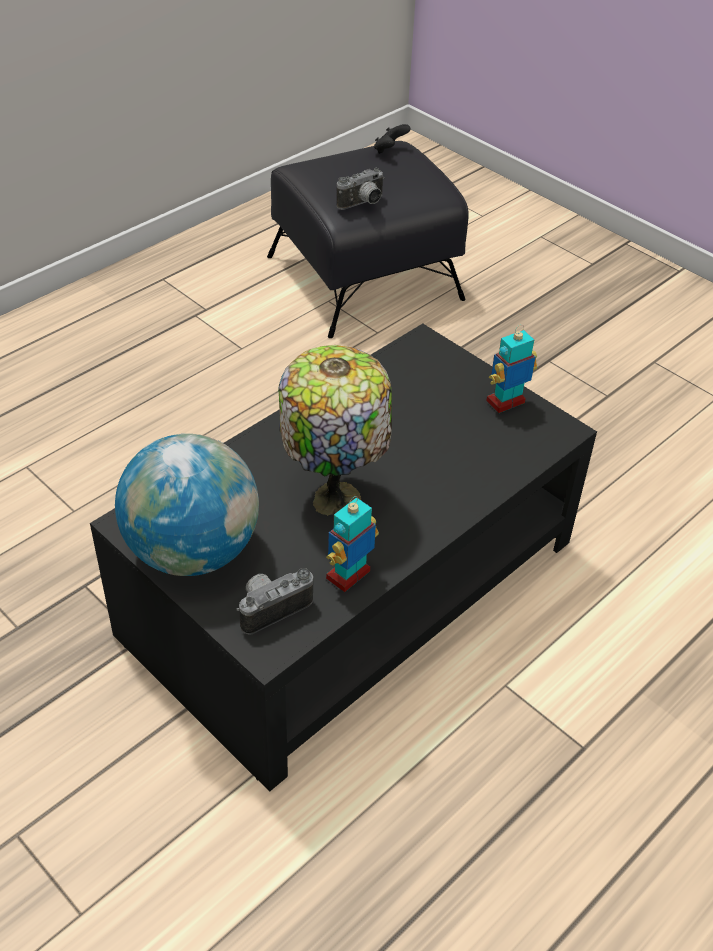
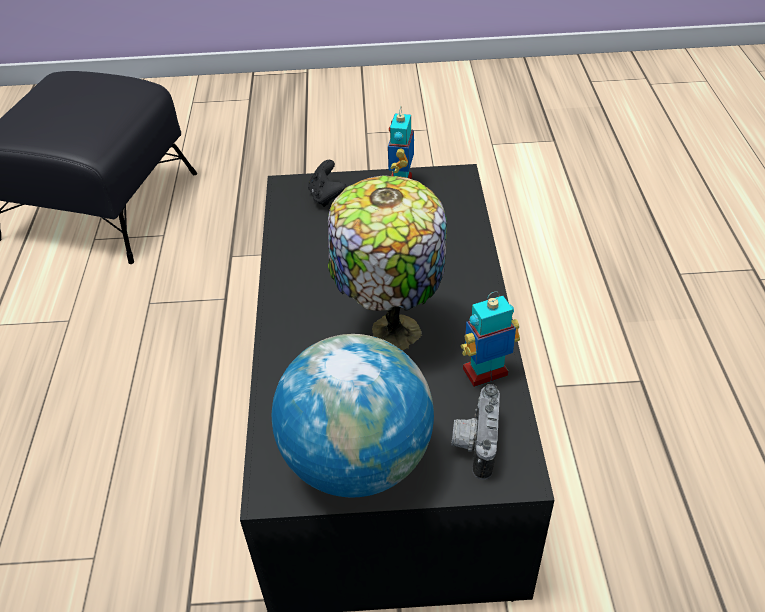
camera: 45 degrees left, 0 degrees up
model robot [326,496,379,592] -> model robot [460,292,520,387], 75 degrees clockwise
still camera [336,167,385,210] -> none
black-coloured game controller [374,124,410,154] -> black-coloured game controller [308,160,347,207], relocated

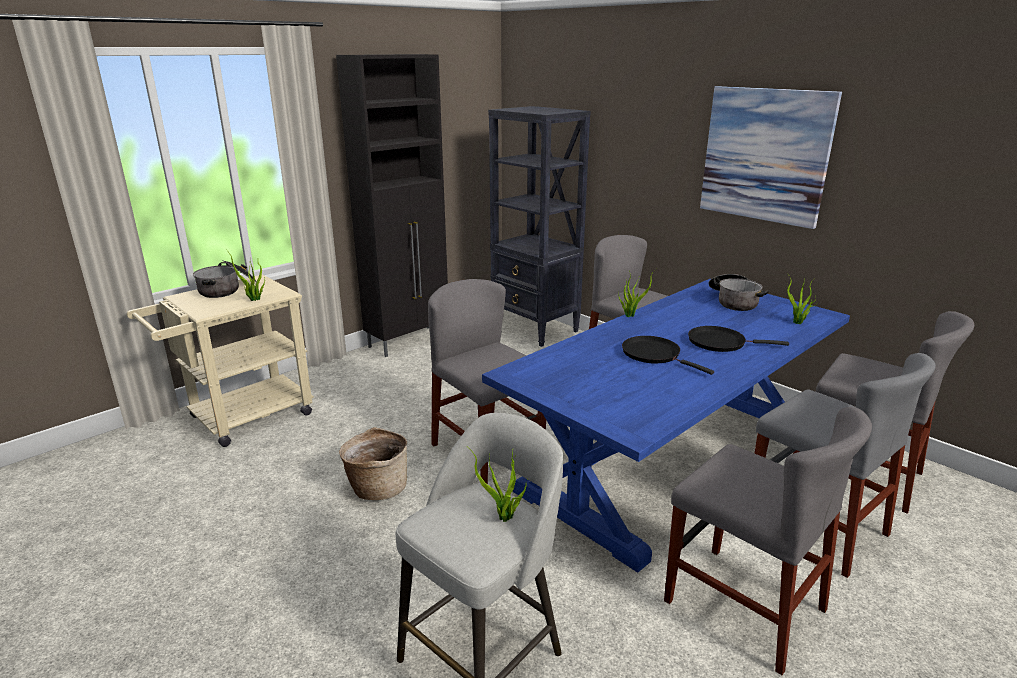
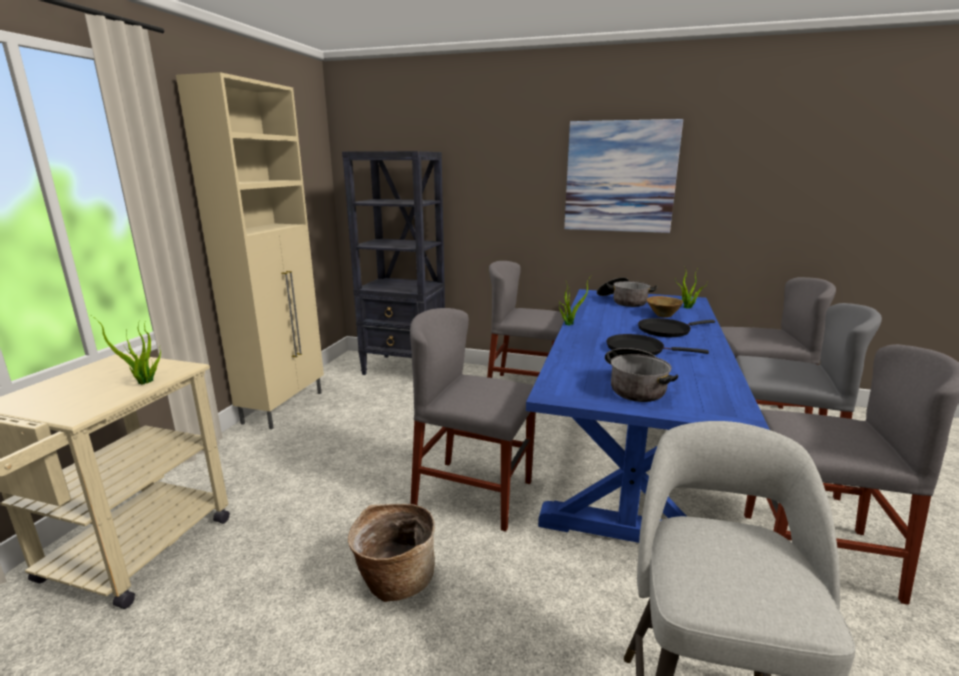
camera: 30 degrees left, 5 degrees down
saucepot [193,260,257,298] -> saucepot [605,348,678,402], relocated
black-coloured cupboard [336,54,448,357] -> beige-coloured cupboard [176,72,324,429]
houseplant [472,450,527,522] -> none
none -> brown-coloured deep dish [647,296,683,318]

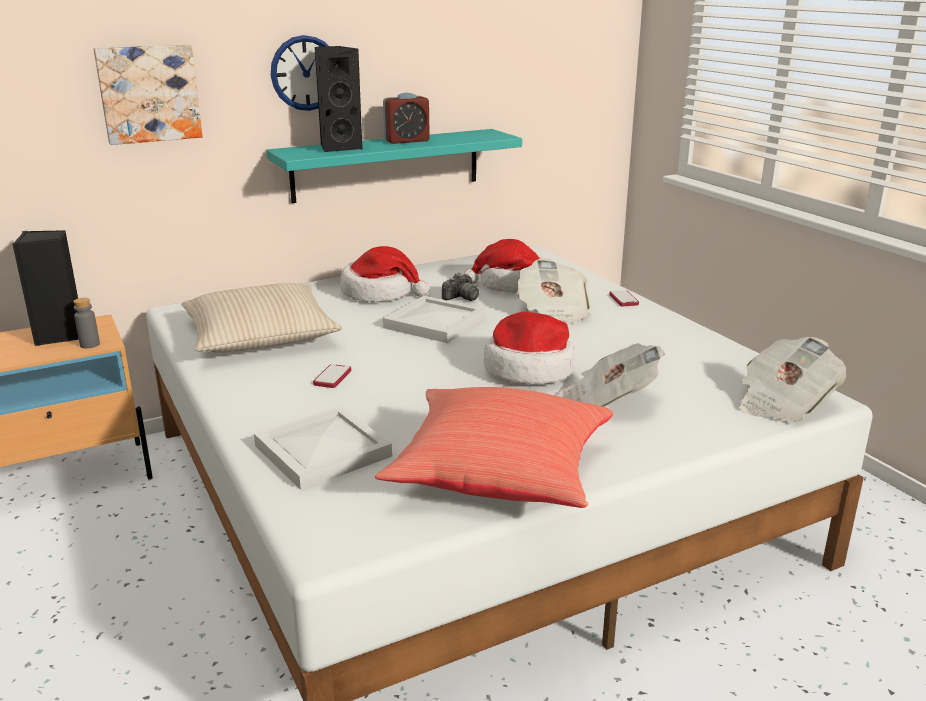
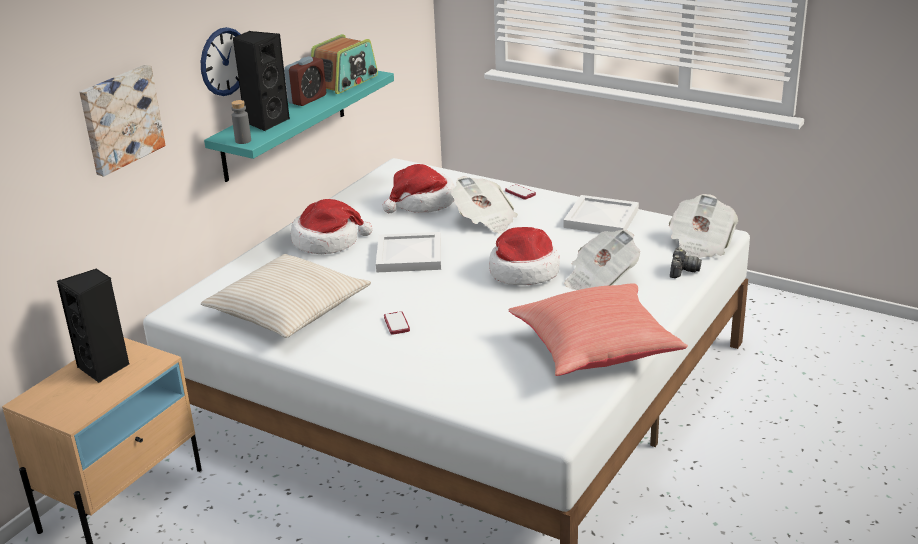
camera: 30 degrees left, 5 degrees up
grey beverage bottle [73,298,100,348] -> grey beverage bottle [231,100,251,144], relocated
white carrying tray [254,406,392,490] -> white carrying tray [563,195,639,233], relocated
still camera [442,273,479,301] -> still camera [670,247,702,278], relocated
none -> radio set [311,34,378,94]

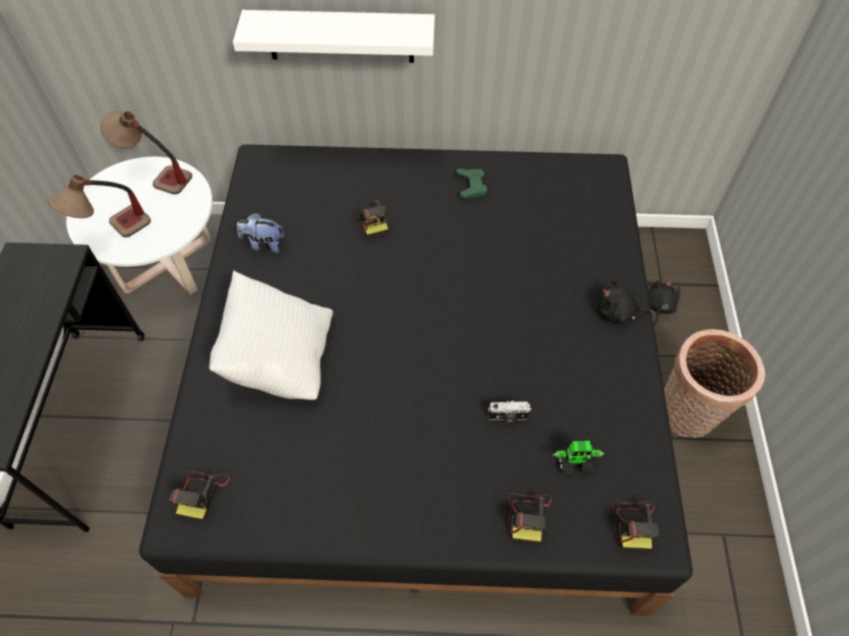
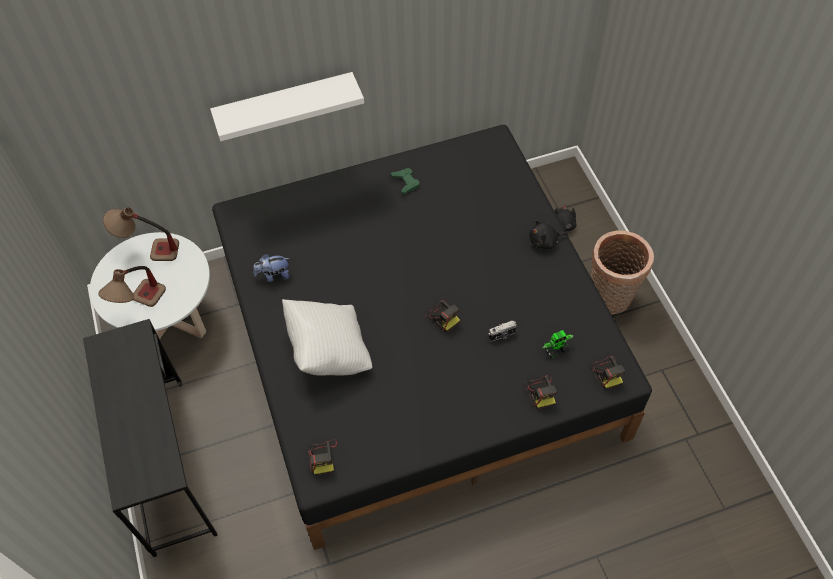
camera: 20 degrees left, 0 degrees up
still camera [354,200,388,237] -> still camera [425,299,460,332], relocated

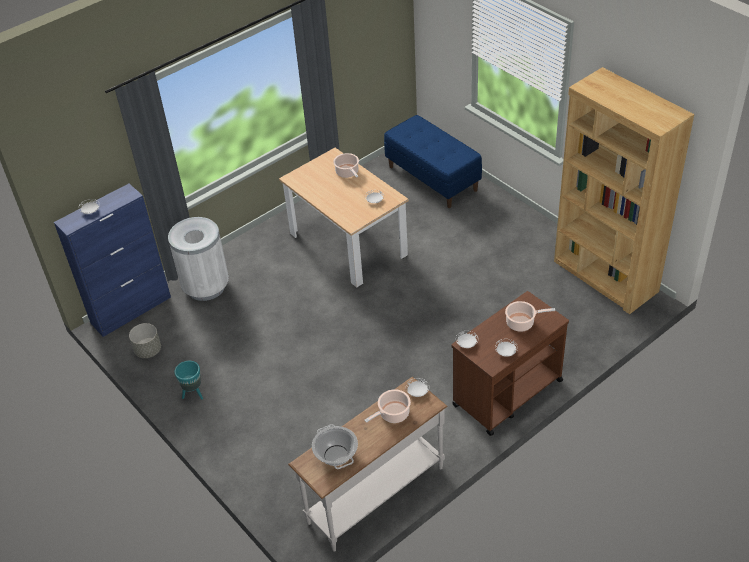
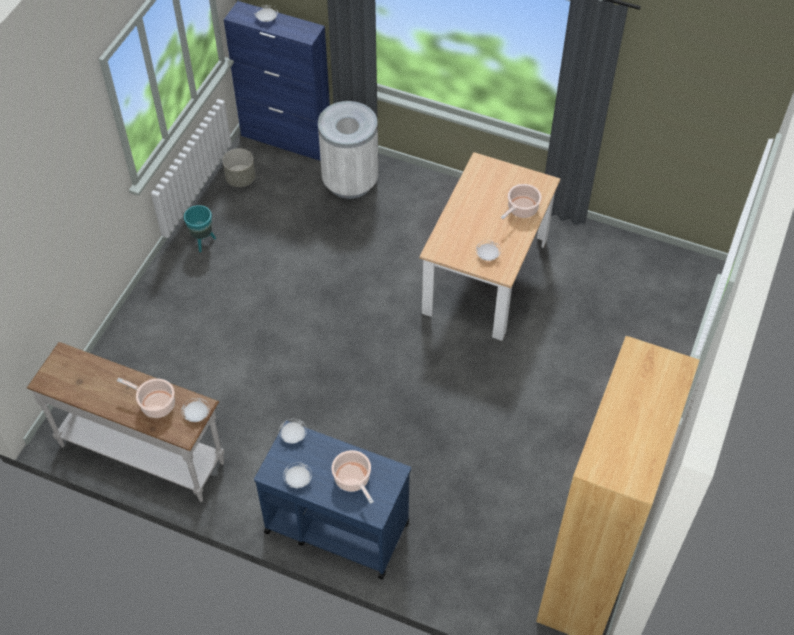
camera: 60 degrees right, 10 degrees up
saucepot [312,424,358,469] -> none
blue indoor bench [384,115,482,208] -> none
brown-coloured wheeled cart [452,291,569,436] -> blue wheeled cart [254,421,411,579]

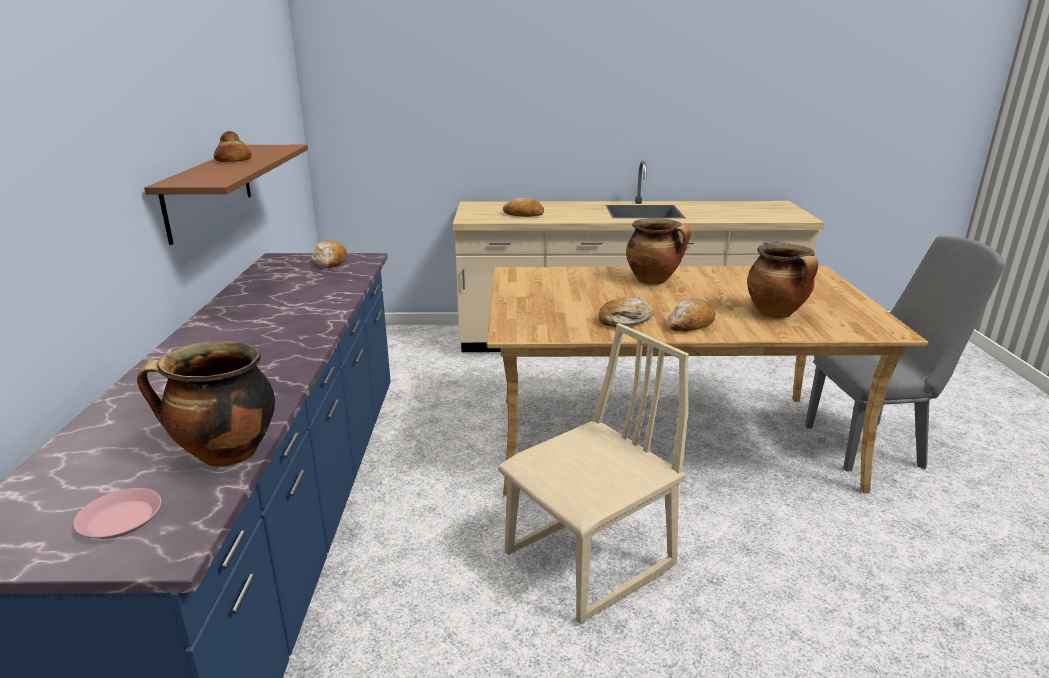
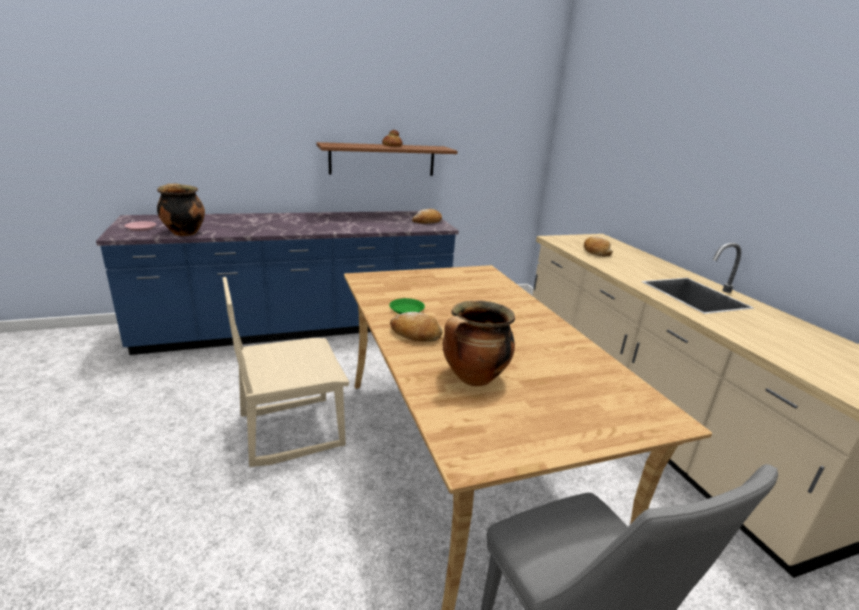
camera: 70 degrees right, 0 degrees up
beige-coloured plain chair [498,323,689,625] -> beige-coloured plain chair [222,277,349,467], 120 degrees clockwise
bread [598,298,654,327] -> green-coloured flat dish [389,298,425,314]
saucepot [626,218,691,285] -> none

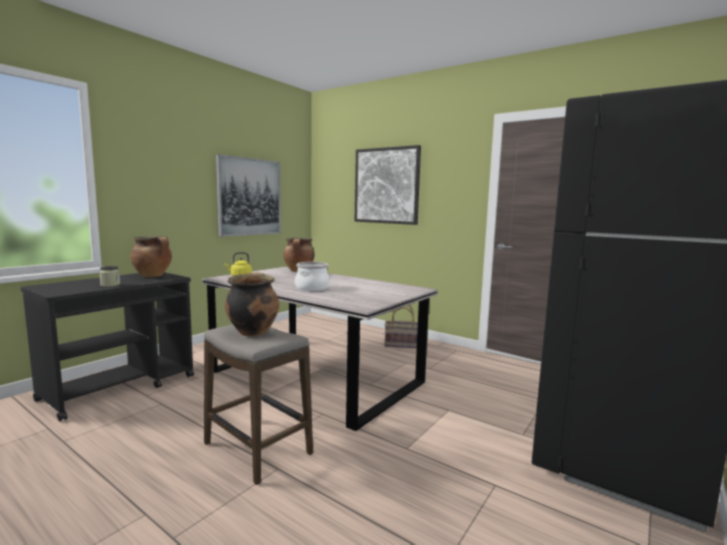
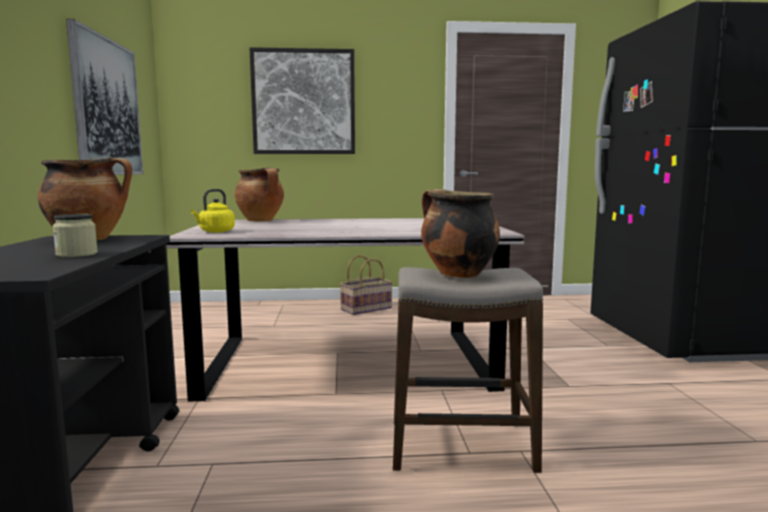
camera: 40 degrees left, 0 degrees up
saucepot [295,262,330,291] -> none

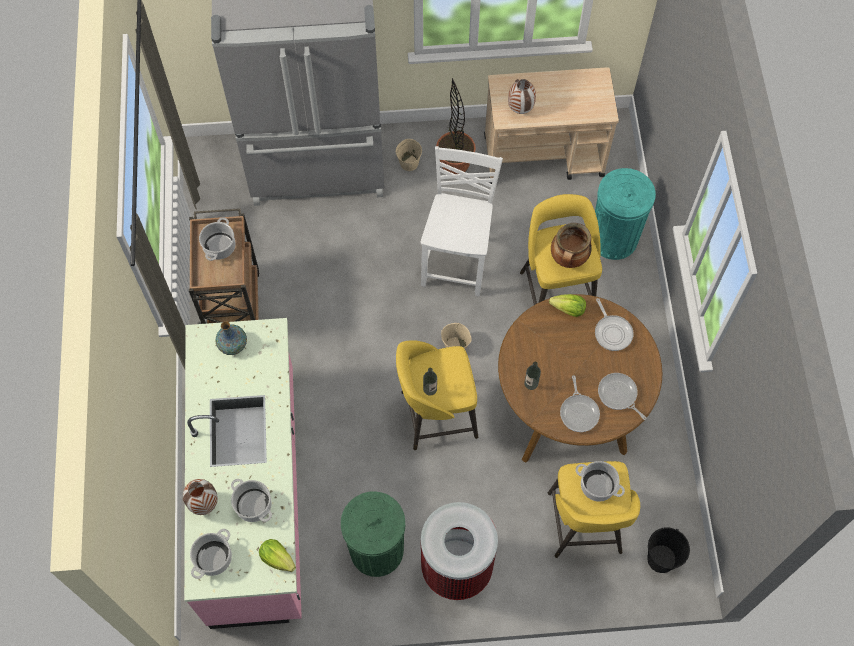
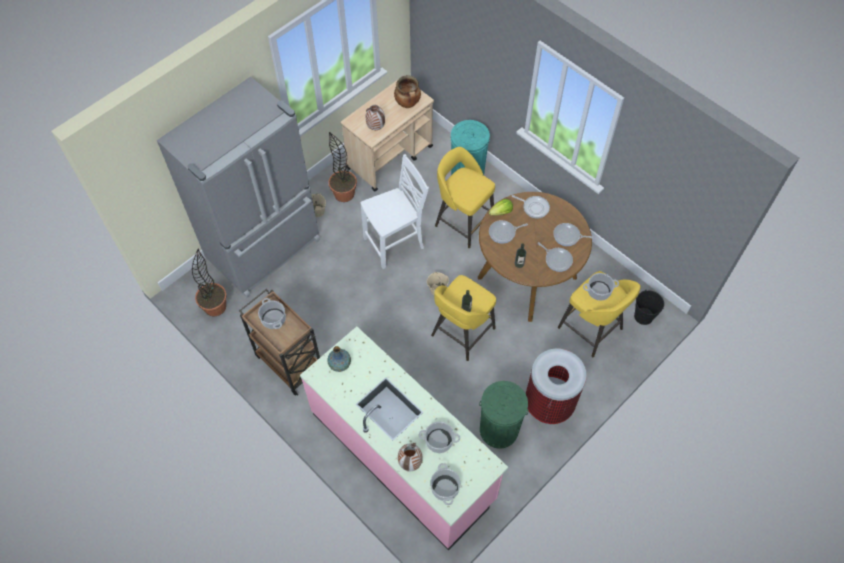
camera: 40 degrees left, 5 degrees down
lettuce [259,539,296,572] -> none
white plain chair [421,146,503,297] -> white plain chair [361,154,429,269], 90 degrees clockwise
saucepot [551,223,592,268] -> saucepot [394,75,421,108], relocated
none -> houseplant [192,249,226,316]
none -> frying pan [489,220,528,244]

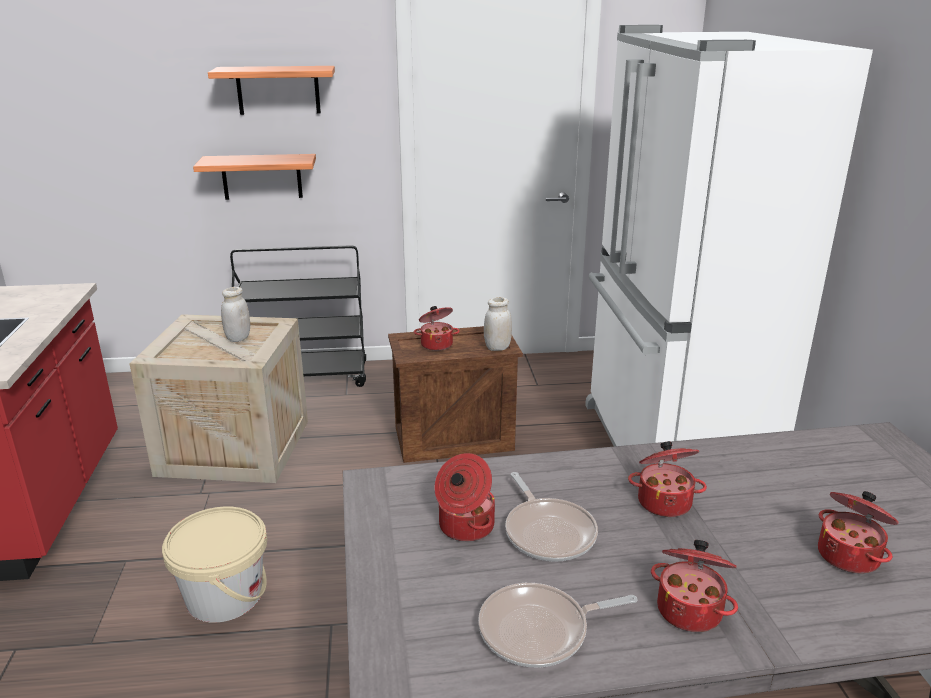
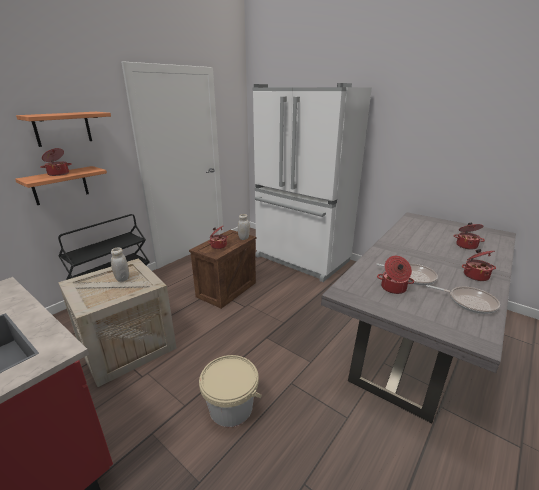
camera: 45 degrees left, 0 degrees up
frying pan [478,583,638,668] -> frying pan [426,285,500,314], 90 degrees counterclockwise
saucepot [628,441,707,517] -> saucepot [40,148,72,176], relocated

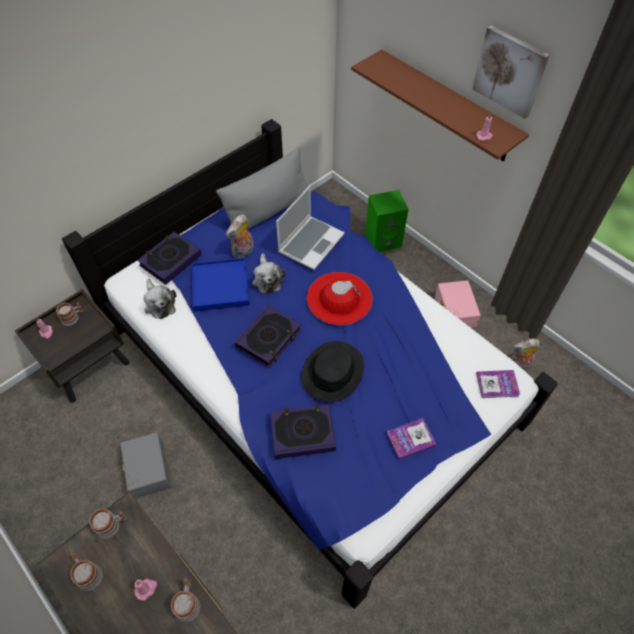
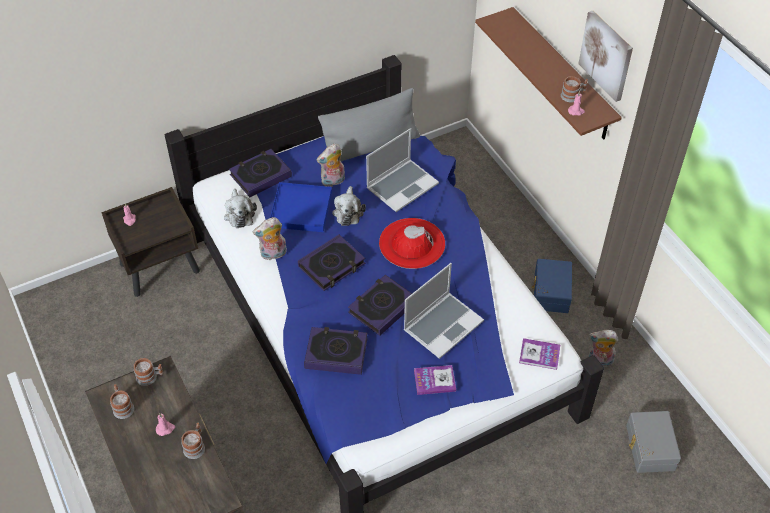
camera: 15 degrees right, 5 degrees down
coffee mug [56,303,83,326] -> coffee mug [561,76,588,102], relocated
grey storage box [120,432,171,499] -> grey storage box [626,411,681,473], relocated
black-coloured hat [302,341,364,402] -> volume [348,275,412,336]
green-coloured audio speaker [365,190,409,252] -> none
pinkish storage box [435,280,480,328] -> blue storage box [532,259,572,313]
none -> cuddly toy [253,217,287,260]
none -> notebook computer [404,263,484,359]

